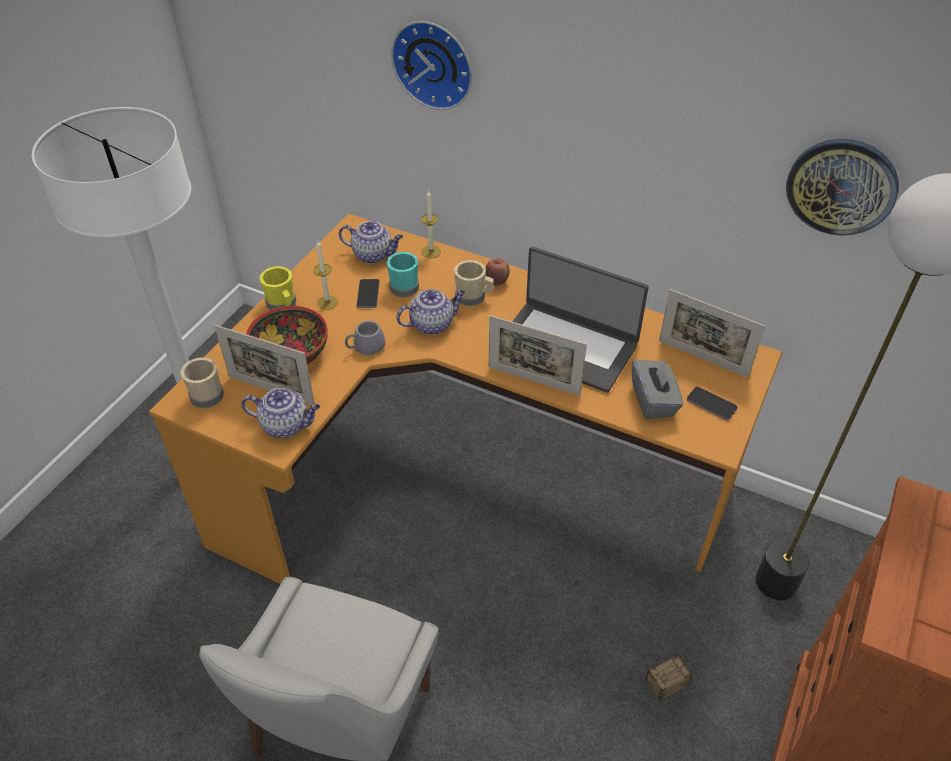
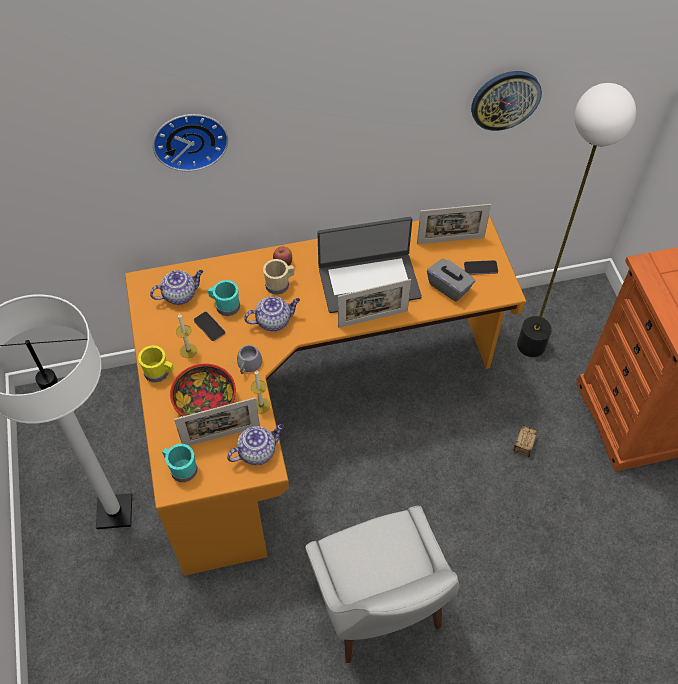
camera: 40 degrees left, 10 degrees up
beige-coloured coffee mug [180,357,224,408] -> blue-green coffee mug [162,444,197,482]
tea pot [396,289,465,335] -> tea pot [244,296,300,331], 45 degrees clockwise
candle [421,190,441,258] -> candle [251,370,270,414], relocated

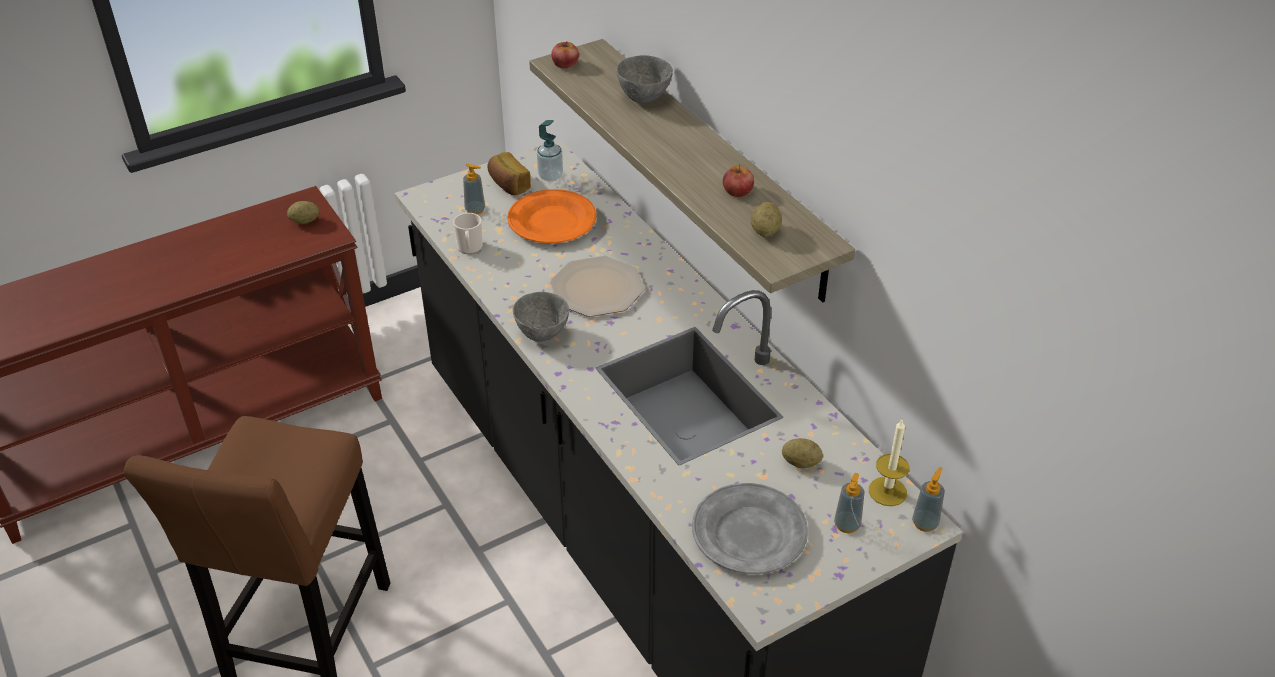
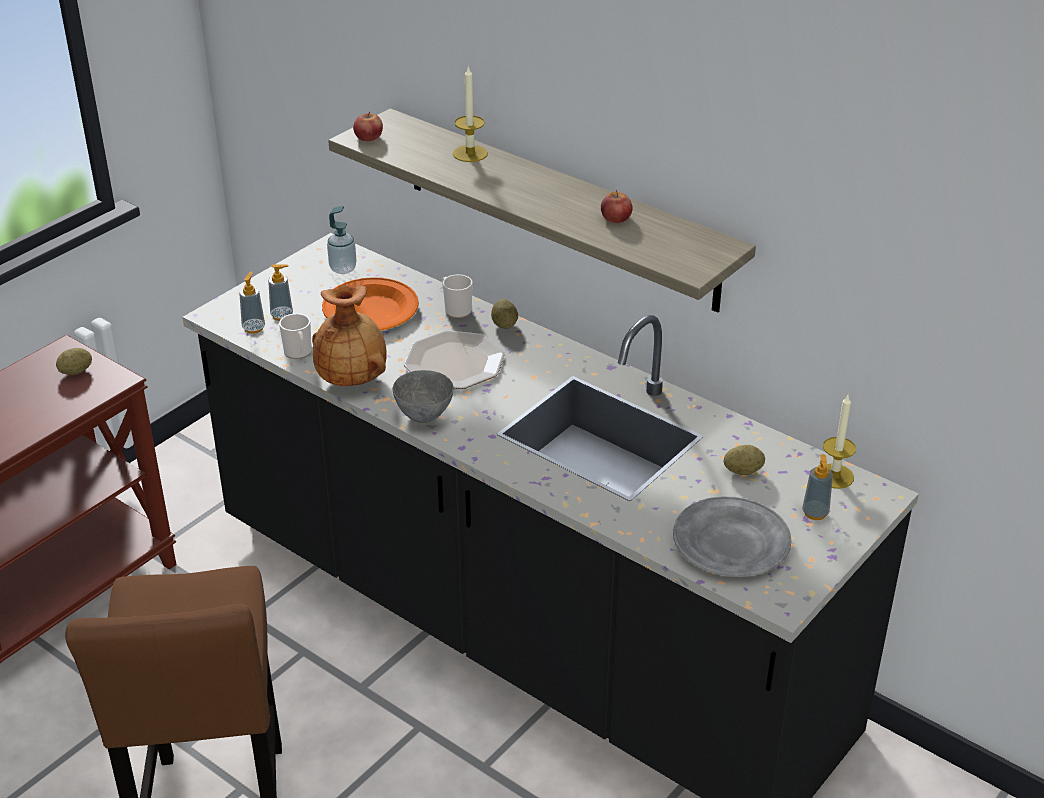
camera: 20 degrees left, 5 degrees down
bread [487,152,531,195] -> none
grey deep dish [616,55,673,103] -> candle [453,65,488,162]
potato [751,201,782,237] -> potato [491,299,518,329], relocated
liquid soap bottle [912,467,945,532] -> liquid soap bottle [239,272,265,334], relocated
none -> brown-coloured vase [312,285,387,386]
none -> coffee mug [442,274,473,318]

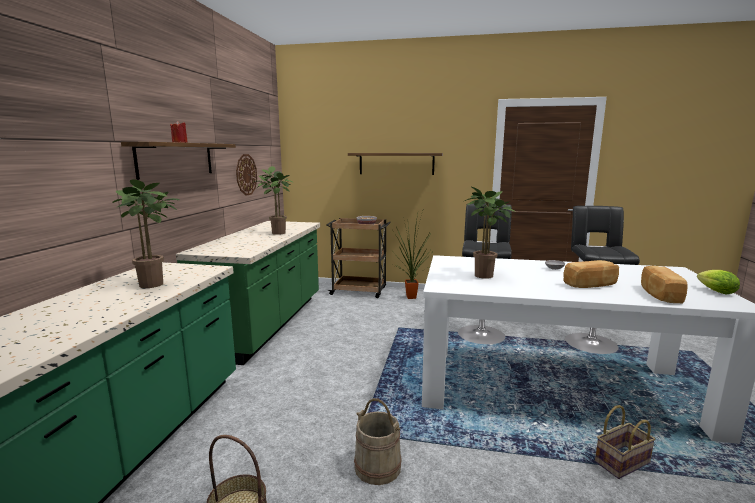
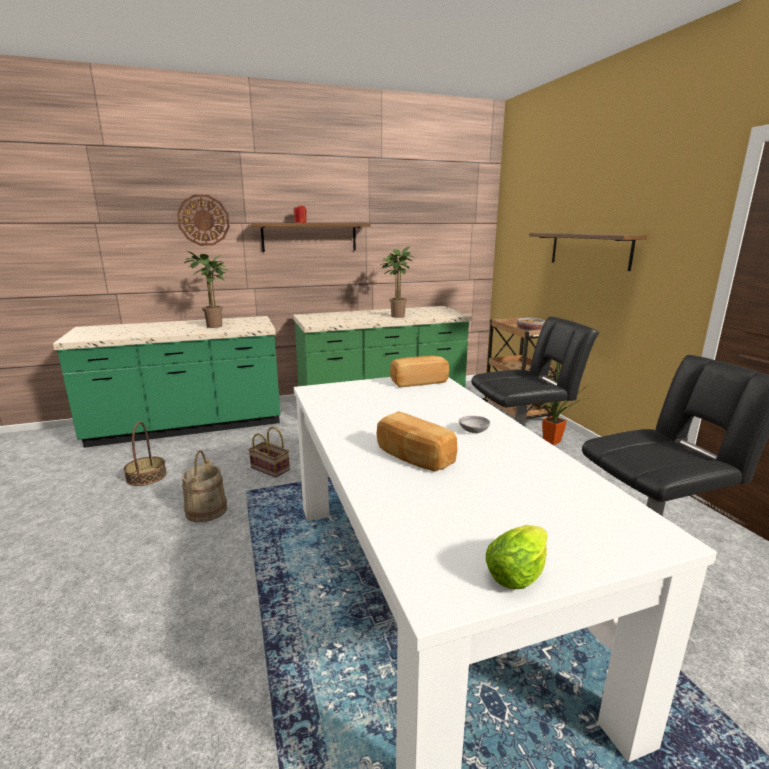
camera: 60 degrees right, 5 degrees up
clock on the wall [236,154,257,196] -> clock on the wall [177,194,230,246], relocated
houseplant [465,186,515,279] -> none
household basket [595,405,656,479] -> household basket [248,427,290,478], relocated
bread [641,266,688,304] -> bread [390,356,449,387], relocated

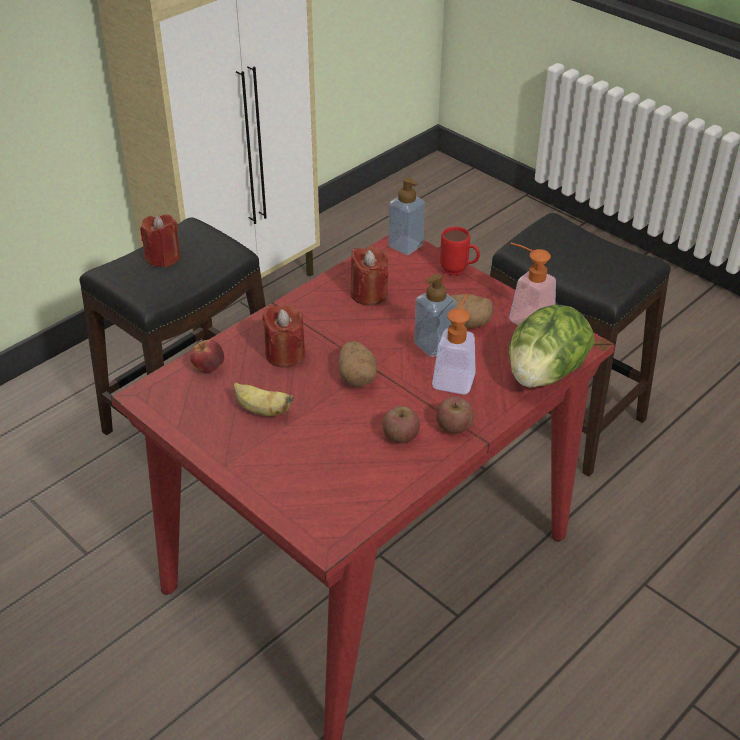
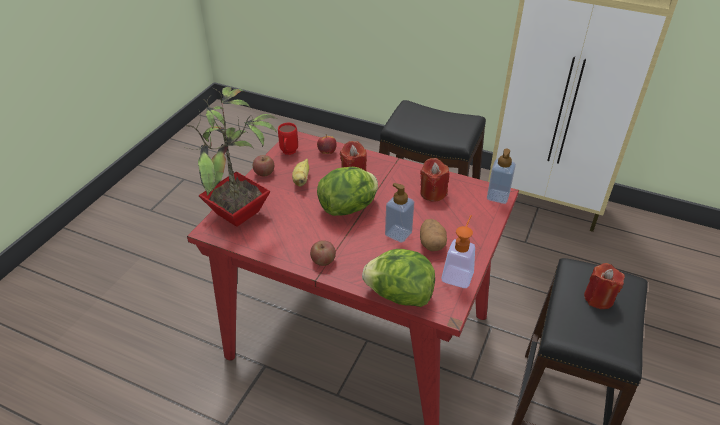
camera: 70 degrees right, 0 degrees up
red-coloured candle [140,214,180,268] -> red-coloured candle [584,263,625,309], relocated
potato [338,341,377,387] -> lettuce [317,167,378,216]
whole apple [382,406,420,443] -> whole apple [253,155,274,176], relocated
liquid soap bottle [432,294,476,395] -> none
red-coloured coffee mug [440,227,480,275] -> red-coloured coffee mug [278,123,298,155], relocated
none -> houseplant [184,87,279,227]

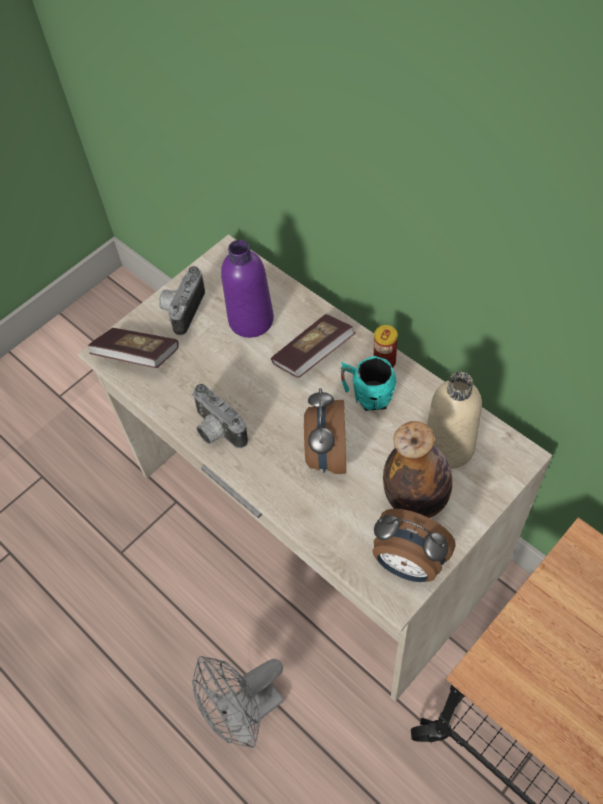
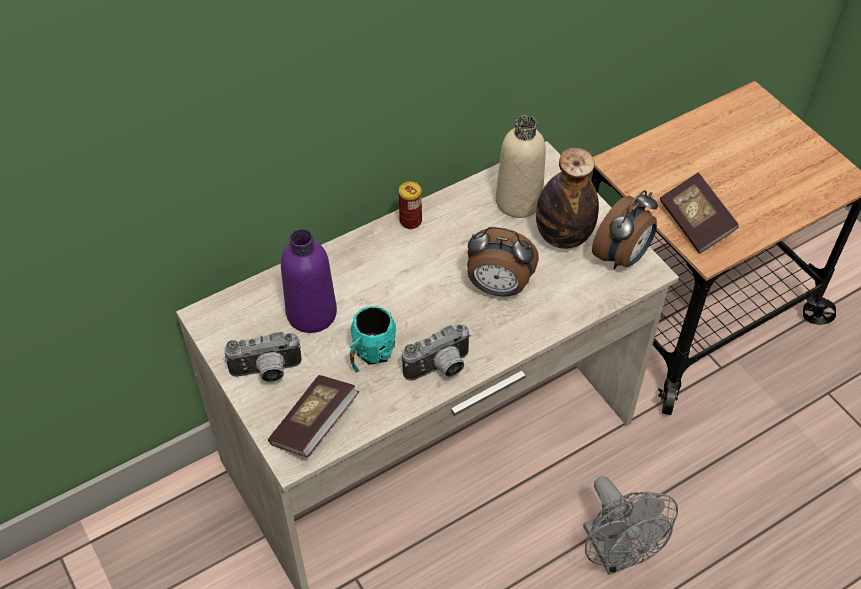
camera: 80 degrees left, 5 degrees down
still camera [159,266,205,335] -> still camera [224,332,302,383], 45 degrees counterclockwise
volume [271,314,355,378] -> volume [660,172,739,254], relocated
blue-green coffee mug [340,356,397,411] -> blue-green coffee mug [349,306,396,372], relocated

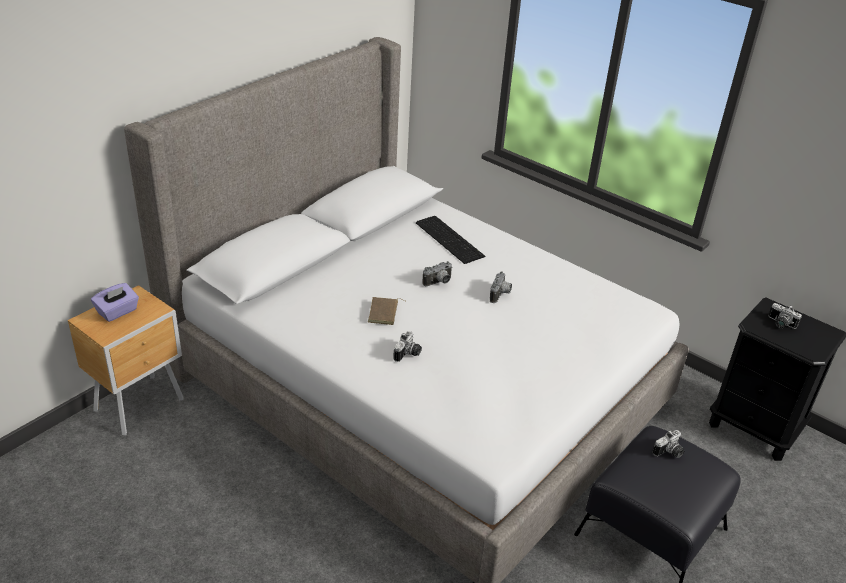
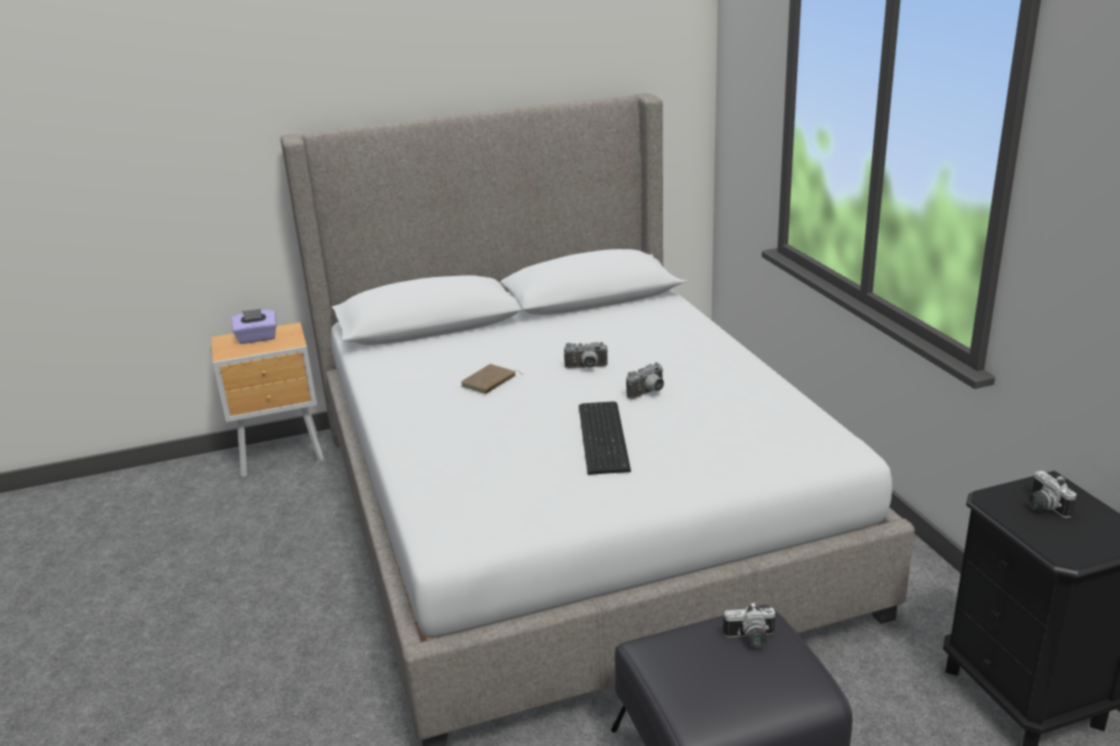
camera: 35 degrees right, 10 degrees down
still camera [393,331,422,362] -> none
keyboard [416,216,486,264] -> keyboard [579,401,631,475], relocated

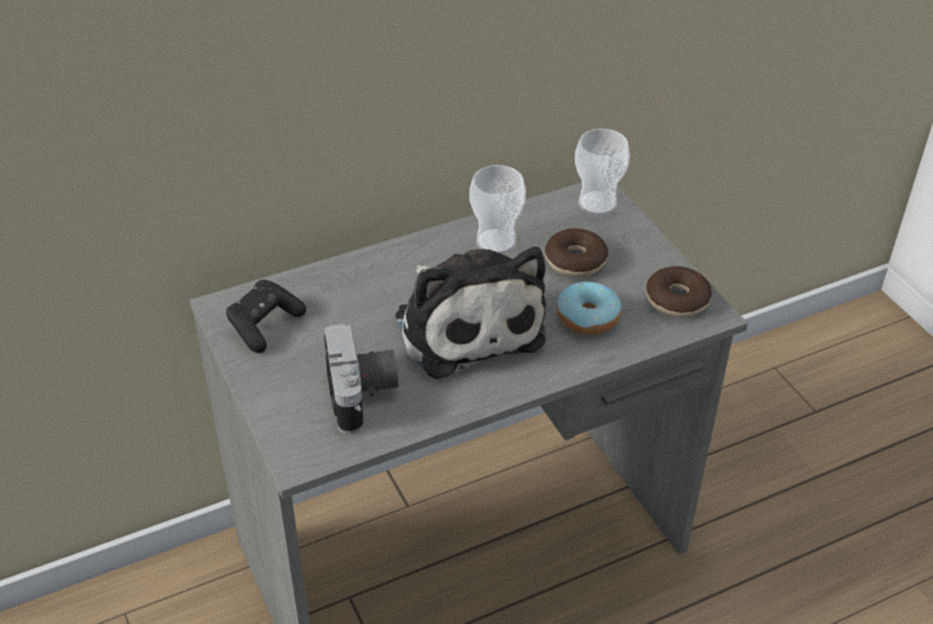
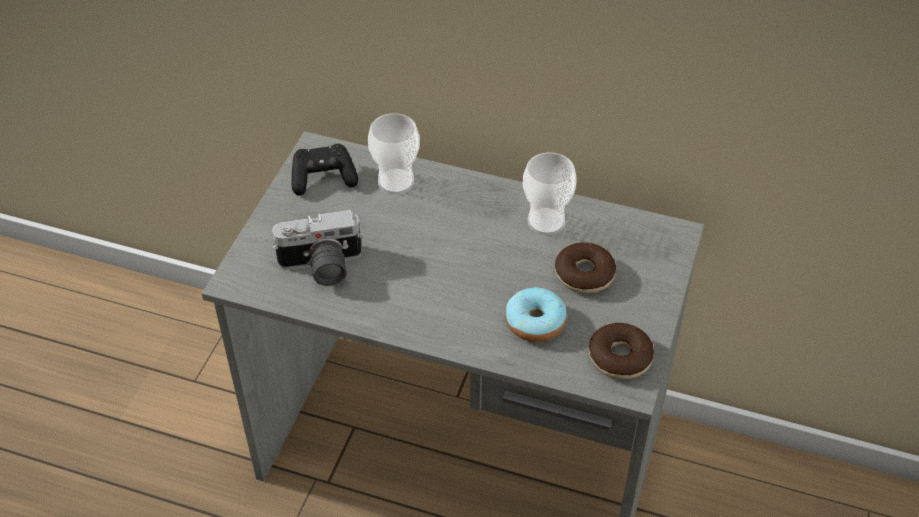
camera: 45 degrees right, 5 degrees up
still camera [324,324,398,434] -> still camera [272,210,363,286], 45 degrees clockwise
cuddly toy [395,247,546,379] -> none
small cup [575,129,630,215] -> small cup [368,113,420,194], relocated

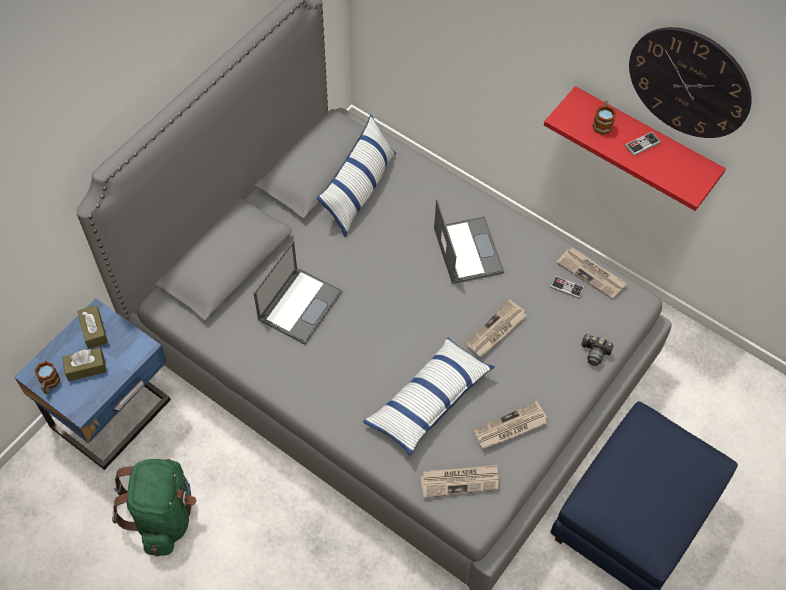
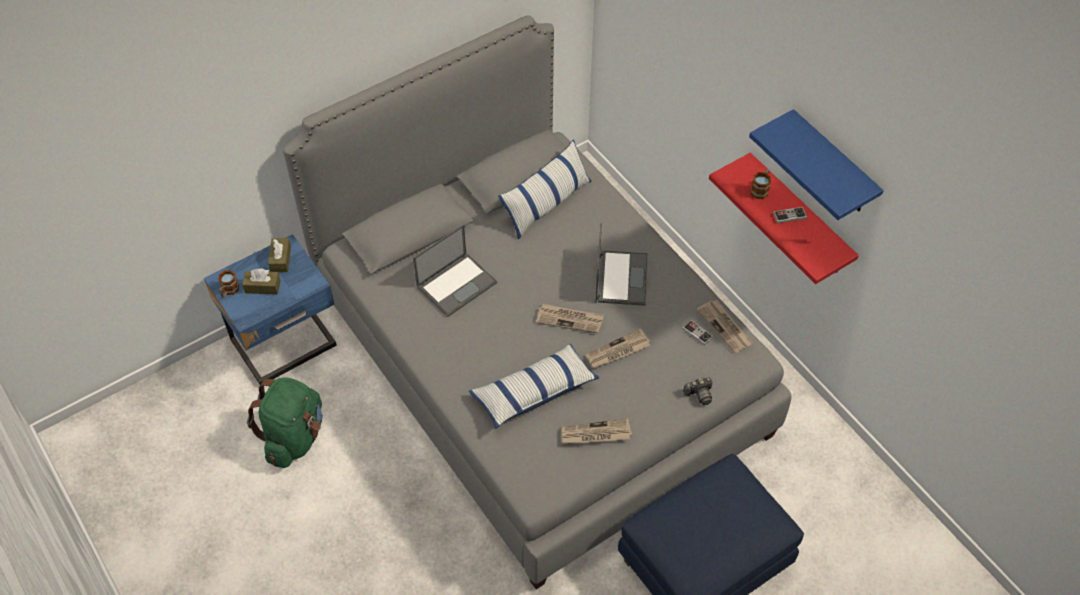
camera: 20 degrees right, 5 degrees down
daily paper [421,465,499,498] -> daily paper [536,304,604,333], relocated
still camera [582,334,613,366] -> still camera [683,377,712,405], 60 degrees counterclockwise
clock on the wall [629,27,752,138] -> blue bracket shelf [749,109,884,220]

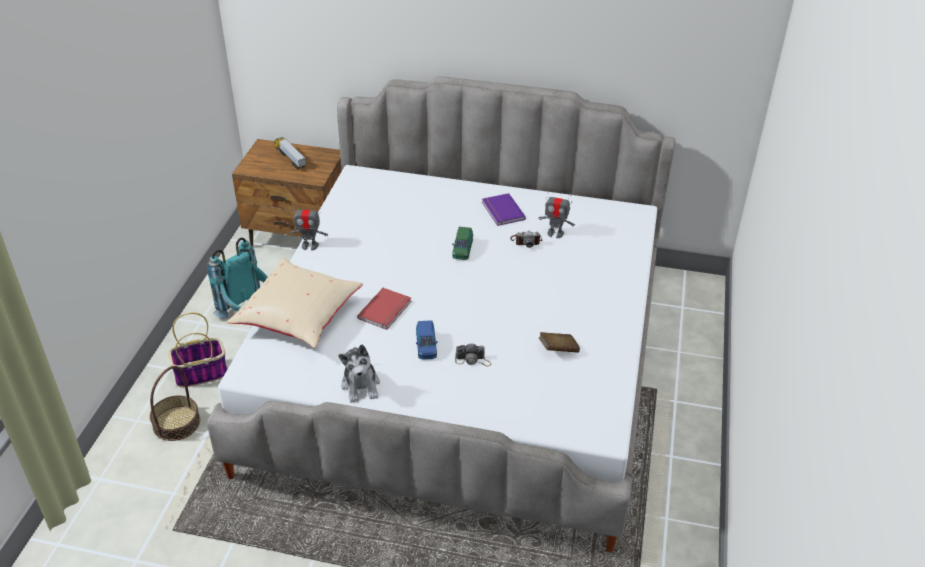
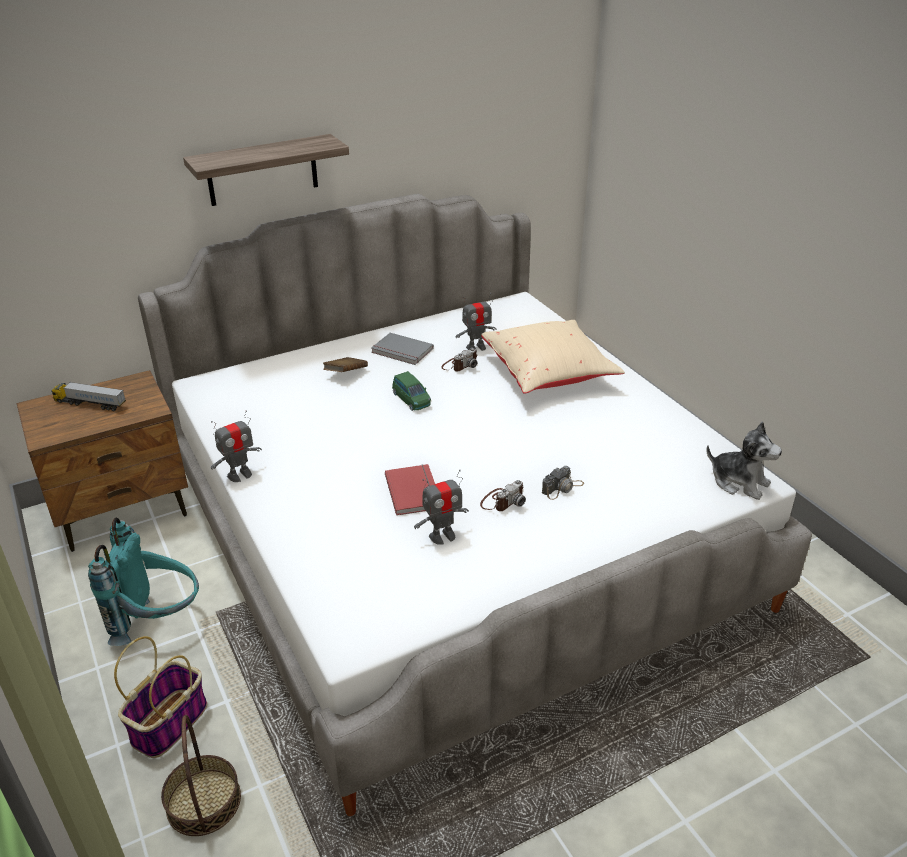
camera: 40 degrees left, 5 degrees down
beige-coloured throw pillow [227,258,363,348] -> beige-coloured throw pillow [481,320,625,394], relocated
cuddly toy [338,345,380,403] -> cuddly toy [707,421,782,500], relocated
blue miniature car [416,320,438,360] -> still camera [480,480,526,511]
purplish volume [482,193,526,226] -> grey volume [371,333,434,365]
brown-coloured volume [539,332,580,353] -> brown-coloured volume [323,357,368,372], relocated
none -> bracket shelf [183,134,349,206]
none -> model robot [414,470,469,545]

